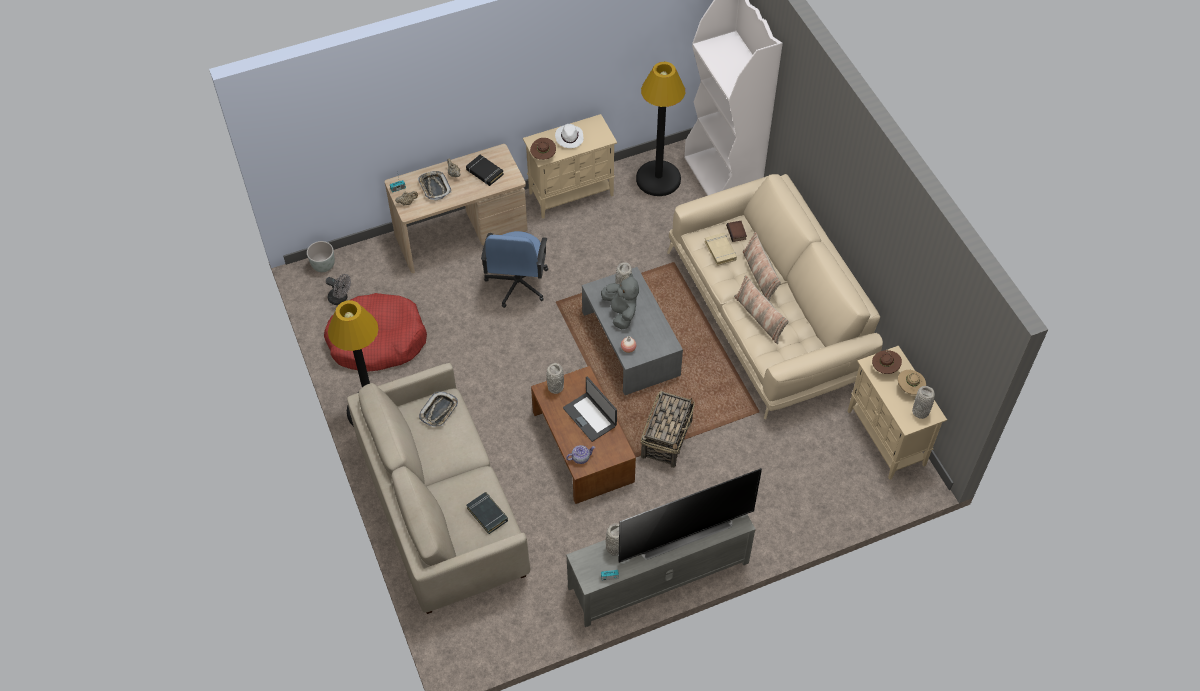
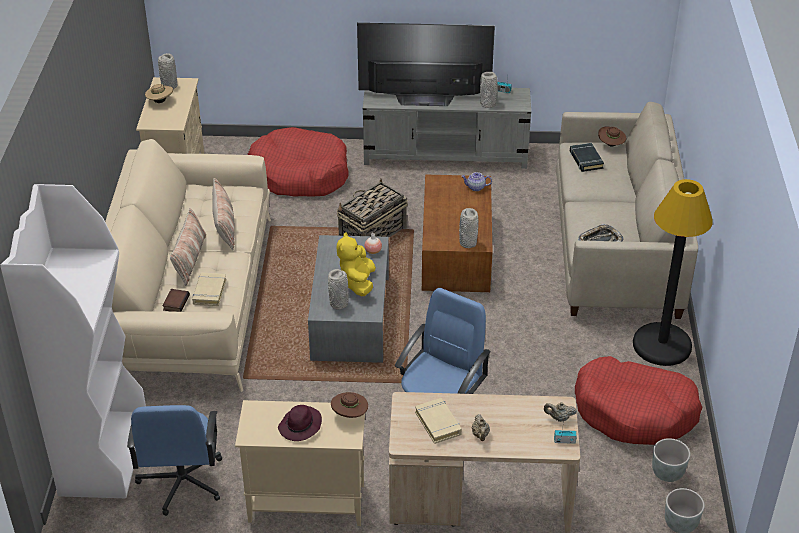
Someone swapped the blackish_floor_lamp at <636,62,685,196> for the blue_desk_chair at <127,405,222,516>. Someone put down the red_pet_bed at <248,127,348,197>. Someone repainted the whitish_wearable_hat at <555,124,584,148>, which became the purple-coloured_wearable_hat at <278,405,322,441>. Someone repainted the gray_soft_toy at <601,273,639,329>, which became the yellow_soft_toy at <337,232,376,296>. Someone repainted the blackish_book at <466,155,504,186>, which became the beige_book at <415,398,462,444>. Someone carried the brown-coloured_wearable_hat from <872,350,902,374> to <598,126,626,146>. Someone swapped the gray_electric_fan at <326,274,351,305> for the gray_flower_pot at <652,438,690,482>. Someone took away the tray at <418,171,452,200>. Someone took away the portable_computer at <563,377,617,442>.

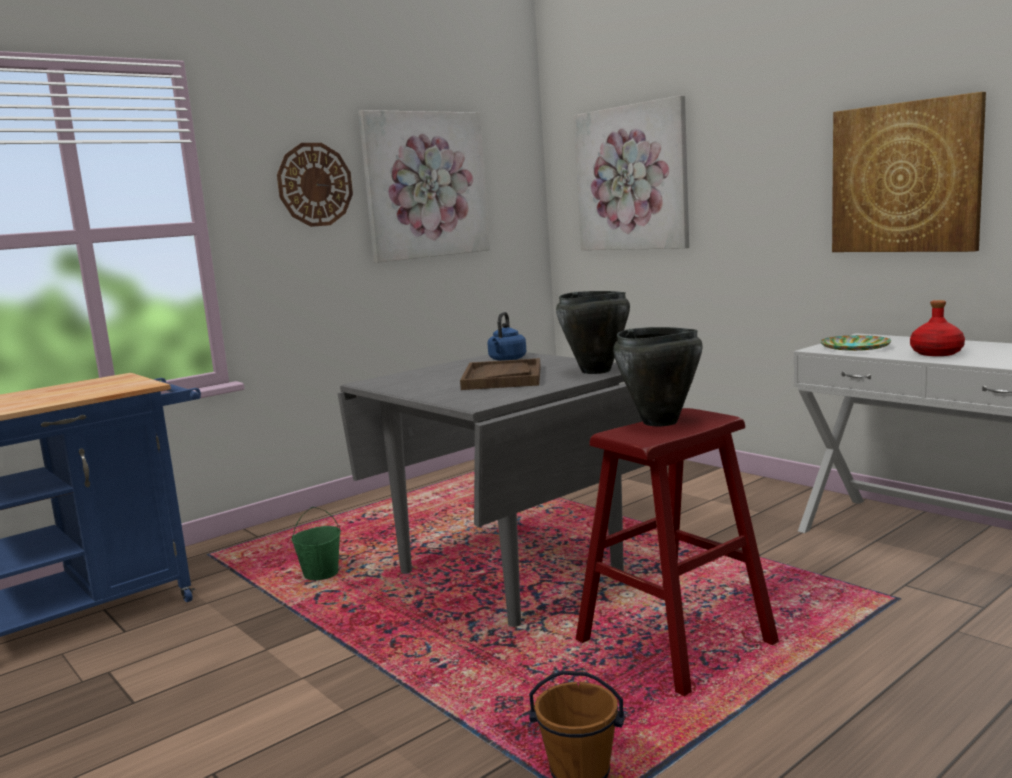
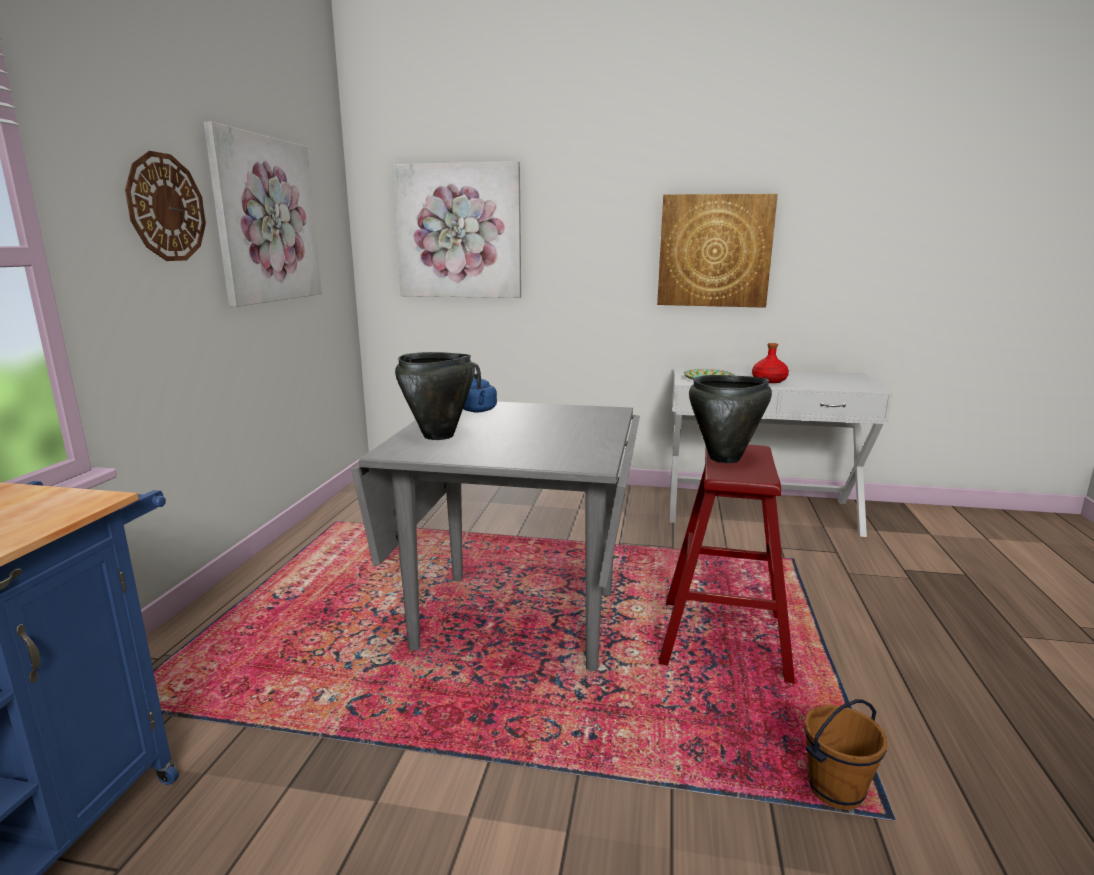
Someone carried the blackish_saucepot from <556,291,630,374> to <395,352,475,440>. Someone took away the greenish_pail at <291,507,341,580>. Someone took away the brown-coloured_tray at <460,358,541,390>.

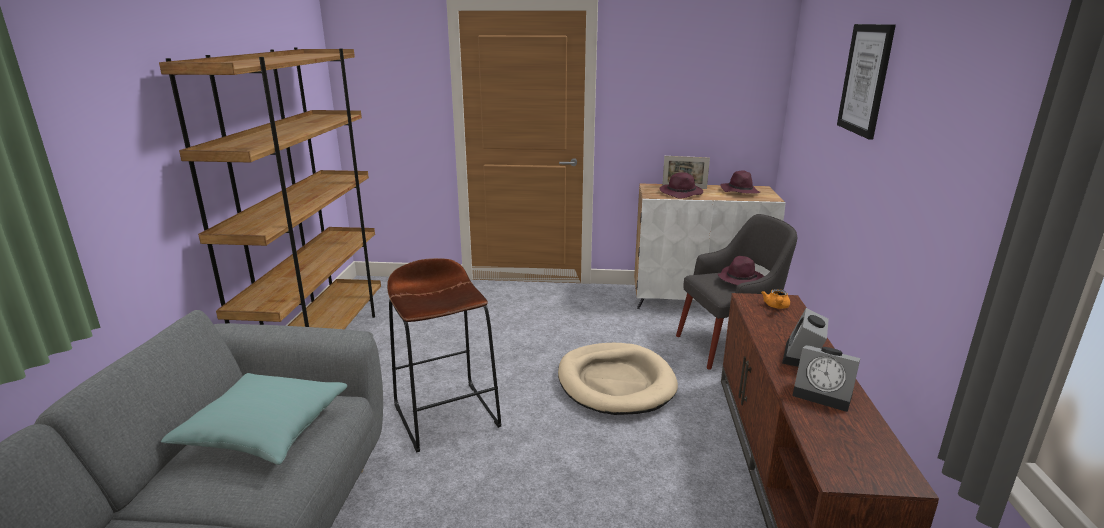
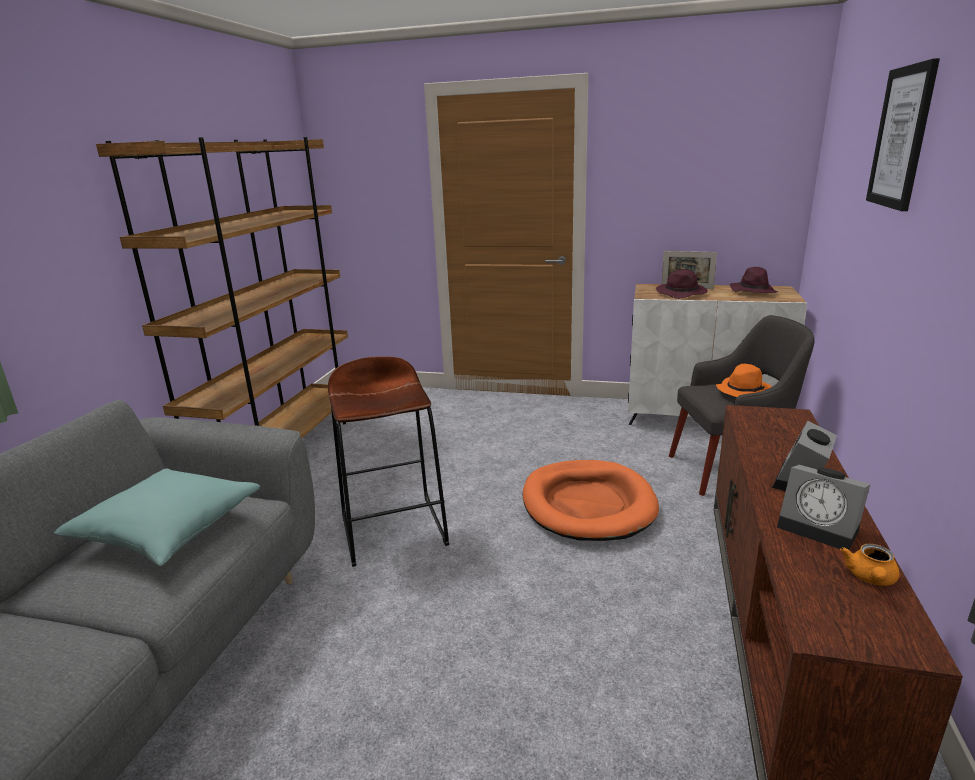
Someone repainted the beige_pet_bed at <558,343,678,415>, which became the orangey_pet_bed at <523,460,659,541>. Someone repainted the purple-coloured_wearable_hat at <717,256,764,285>, which became the orangey_wearable_hat at <716,364,772,397>. Someone carried the orangey_tea_pot from <761,289,790,309> to <840,544,899,586>.

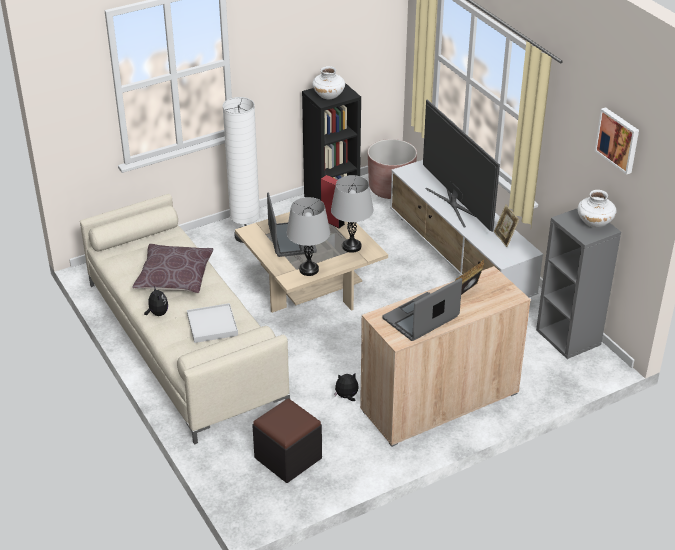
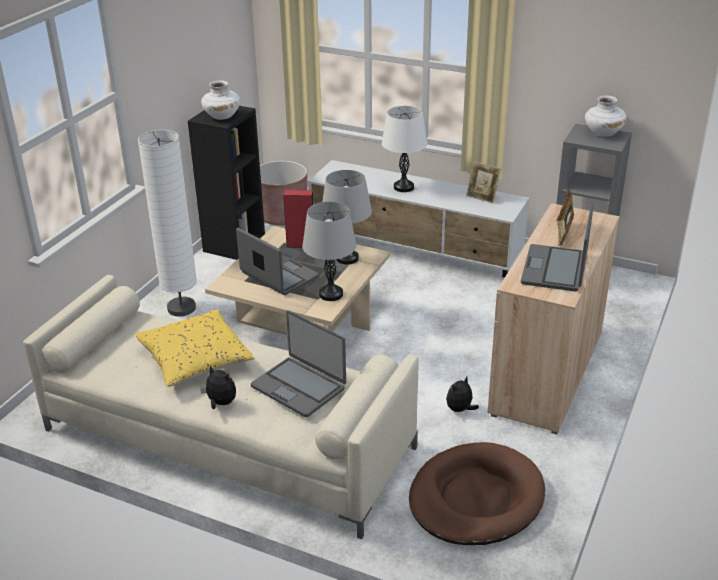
Someone repainted the brown-coloured_pillow at <132,244,213,293>, which became the yellow_pillow at <135,309,255,387>. Someone swapped the whitish_tray at <187,303,238,343> for the portable_computer at <251,310,346,417>. Someone swapped the television at <423,99,500,232> for the whitish_table_lamp at <382,106,427,192>. Someone swapped the blackish_pouffe at <252,398,322,483> for the brown-coloured_pet_bed at <409,442,545,545>. Someone took away the wall_picture at <595,107,639,175>.

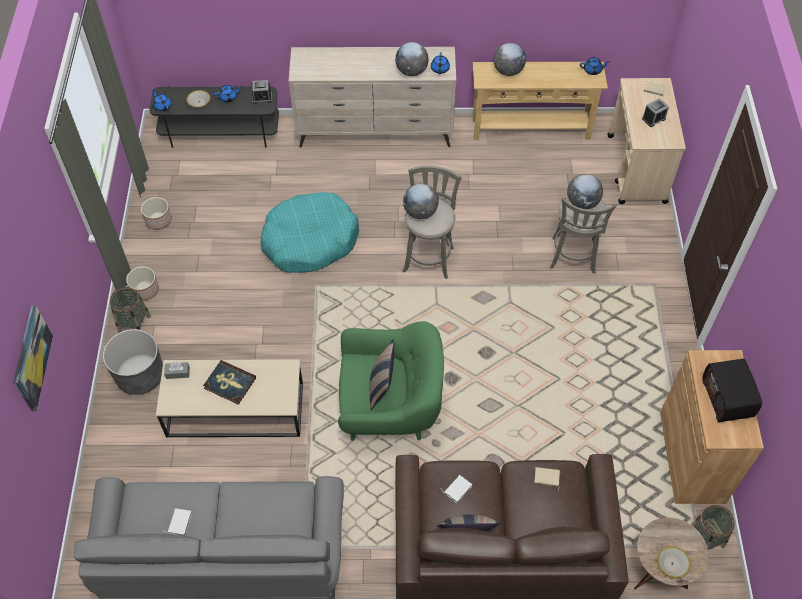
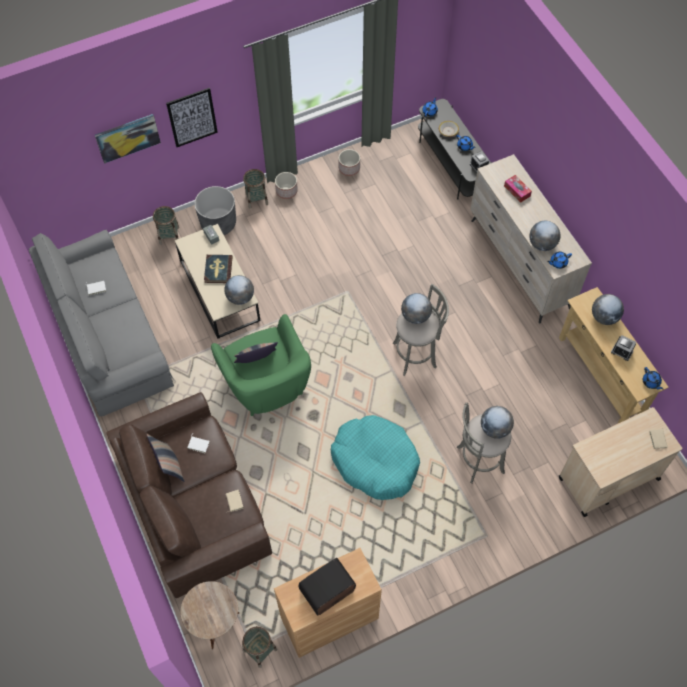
Someone put down the storage_basket at <153,206,179,245>. Someone put up the wall_picture at <166,88,218,147>. Someone put down the desk_globe at <224,275,254,305>. Someone carried the turquoise_pet_bed from <261,192,359,273> to <331,415,420,500>. Someone put down the tissue_box at <504,175,532,203>. Someone carried the alarm_clock from <642,98,669,127> to <611,335,636,361>. Someone took away the bowl at <657,546,690,578>.

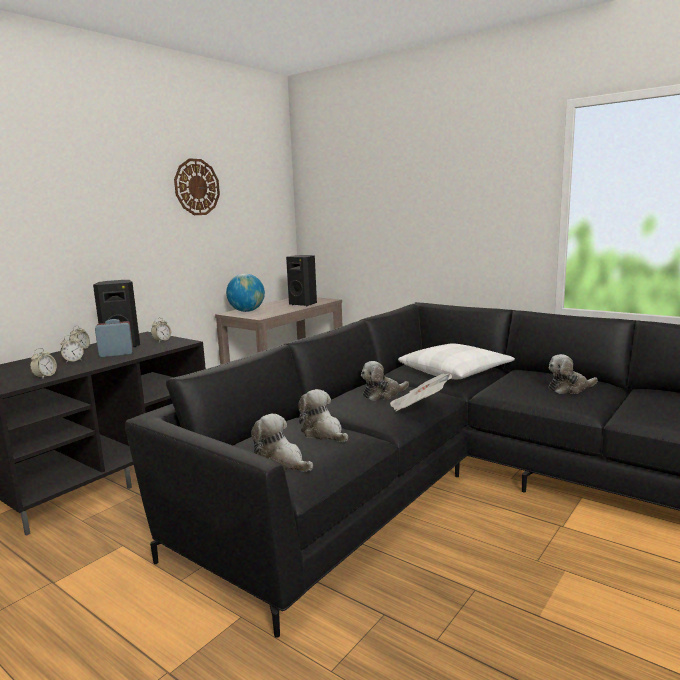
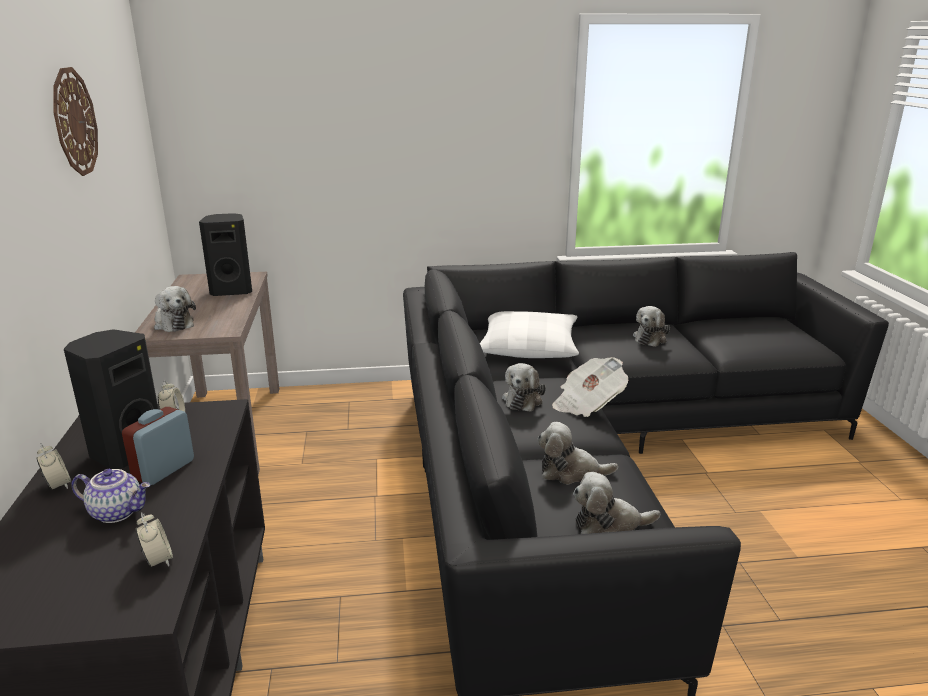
Someone swapped the alarm_clock at <60,335,84,363> for the tea_pot at <71,469,150,523>. Someone swapped the desk_globe at <226,274,265,312> for the soft_toy at <154,286,196,332>.

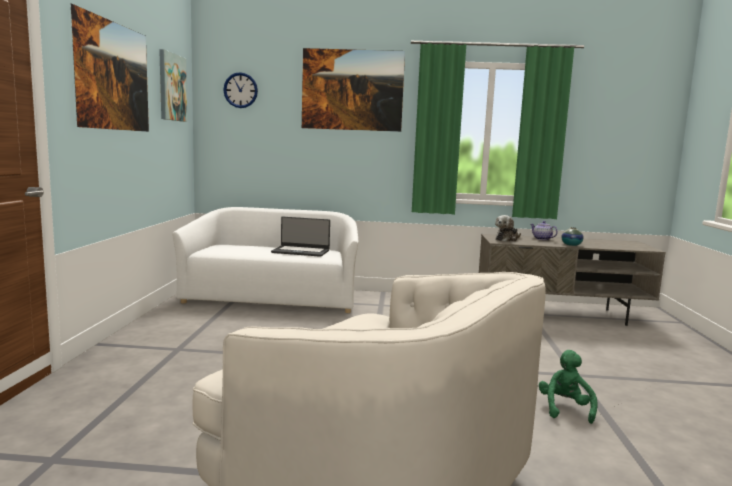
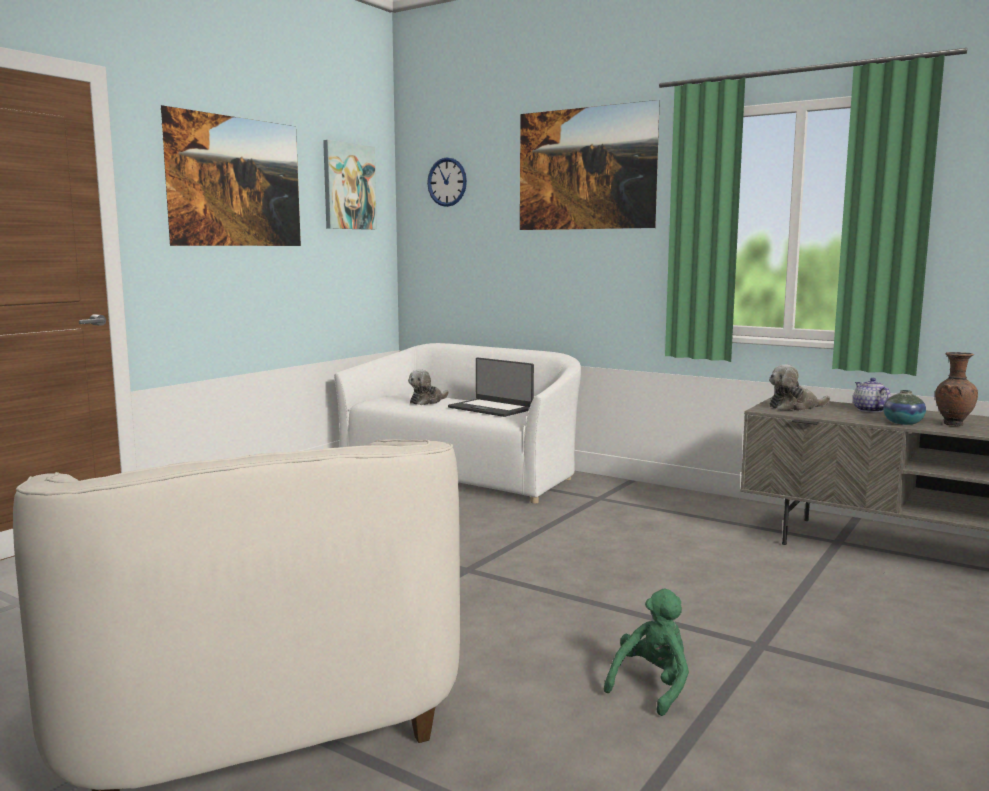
Someone put down the soft_toy at <408,369,448,405>. Someone put down the brown-coloured_decorative_vase at <935,352,978,426>.

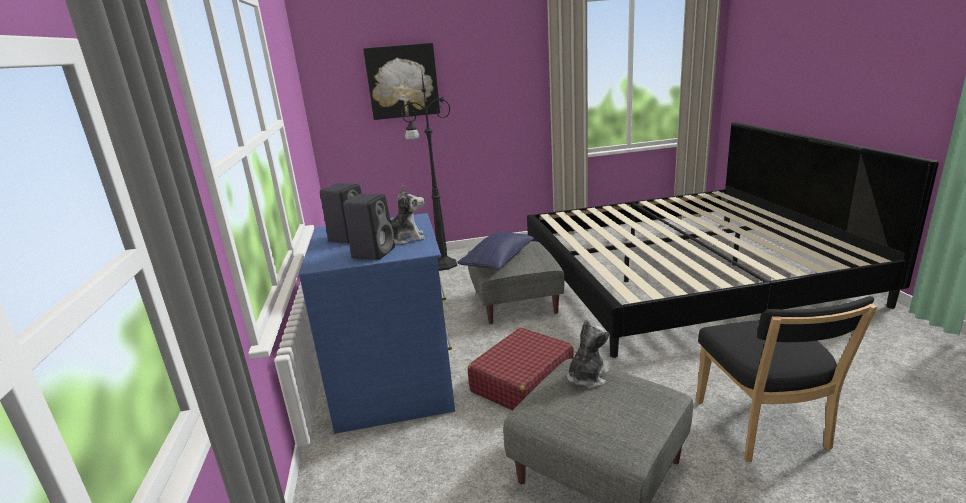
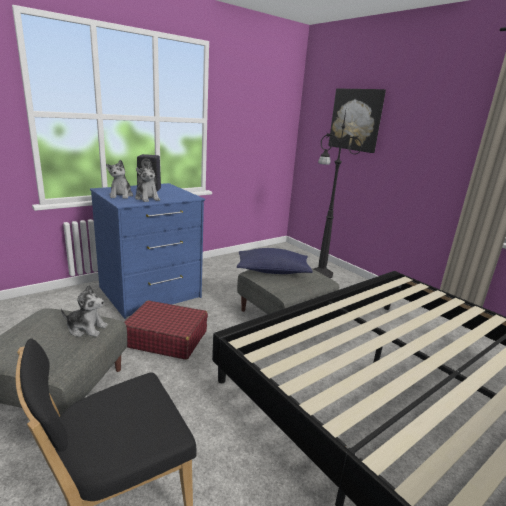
Someone swapped the blackish_speaker at <343,194,395,260> for the soft_toy at <106,160,133,199>.

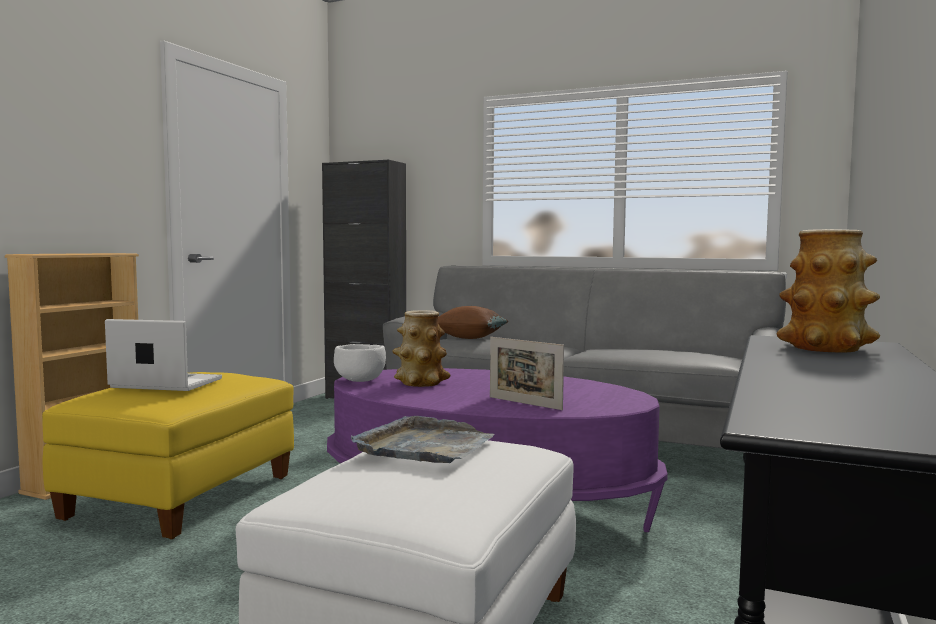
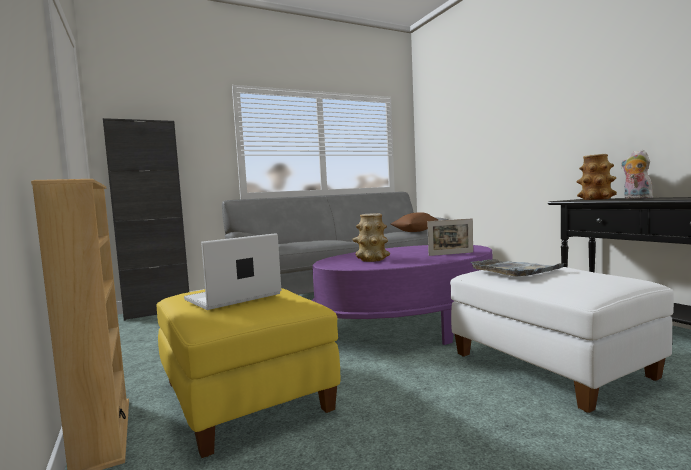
Someone carried the brown-coloured_pillow from <438,306,508,339> to <391,212,439,232>. Someone put down the soft_toy at <621,150,653,199>. Someone took away the whitish_bowl at <334,344,386,382>.

